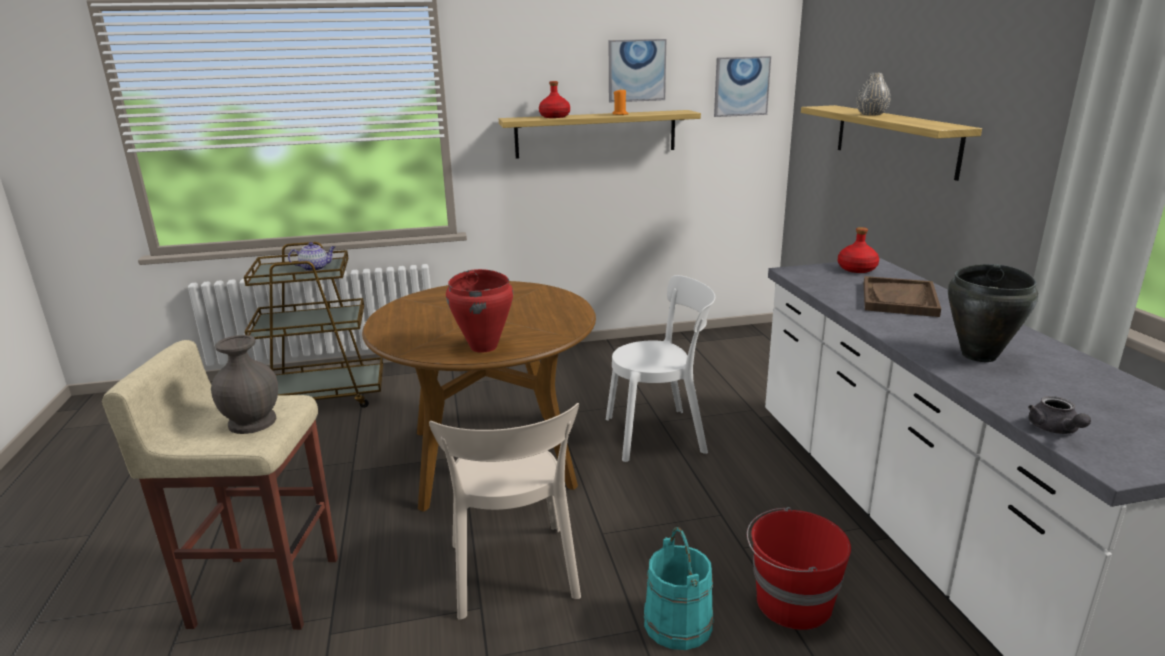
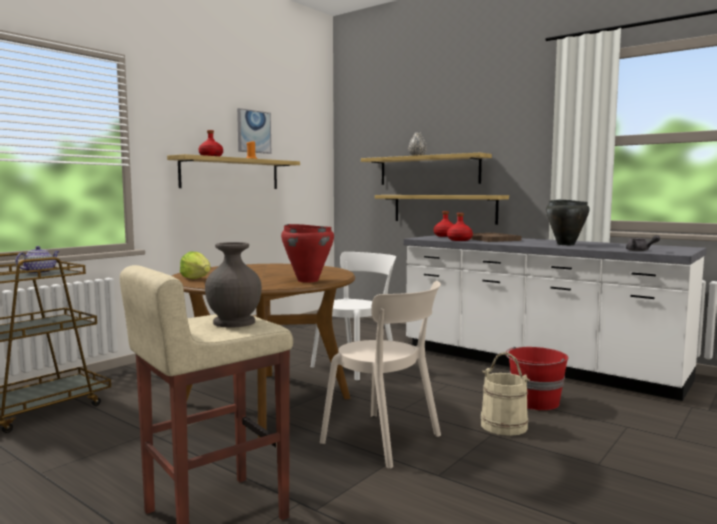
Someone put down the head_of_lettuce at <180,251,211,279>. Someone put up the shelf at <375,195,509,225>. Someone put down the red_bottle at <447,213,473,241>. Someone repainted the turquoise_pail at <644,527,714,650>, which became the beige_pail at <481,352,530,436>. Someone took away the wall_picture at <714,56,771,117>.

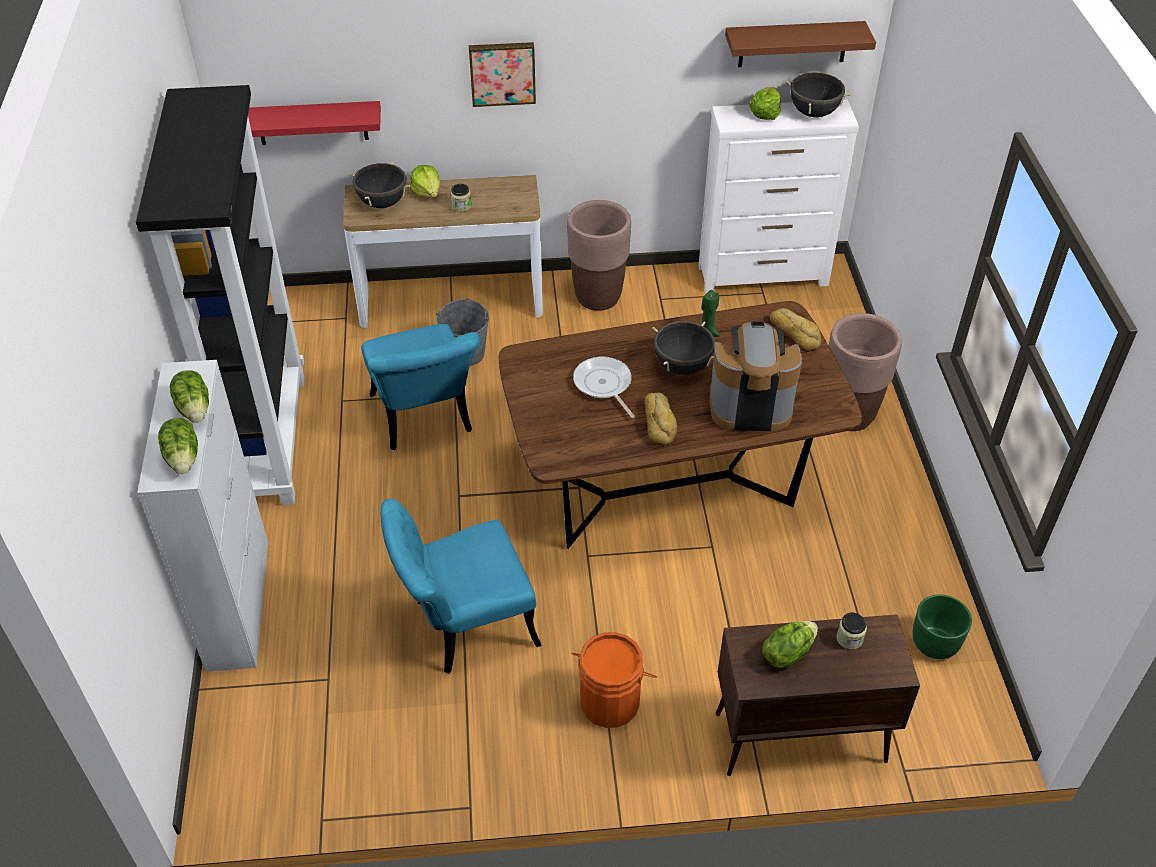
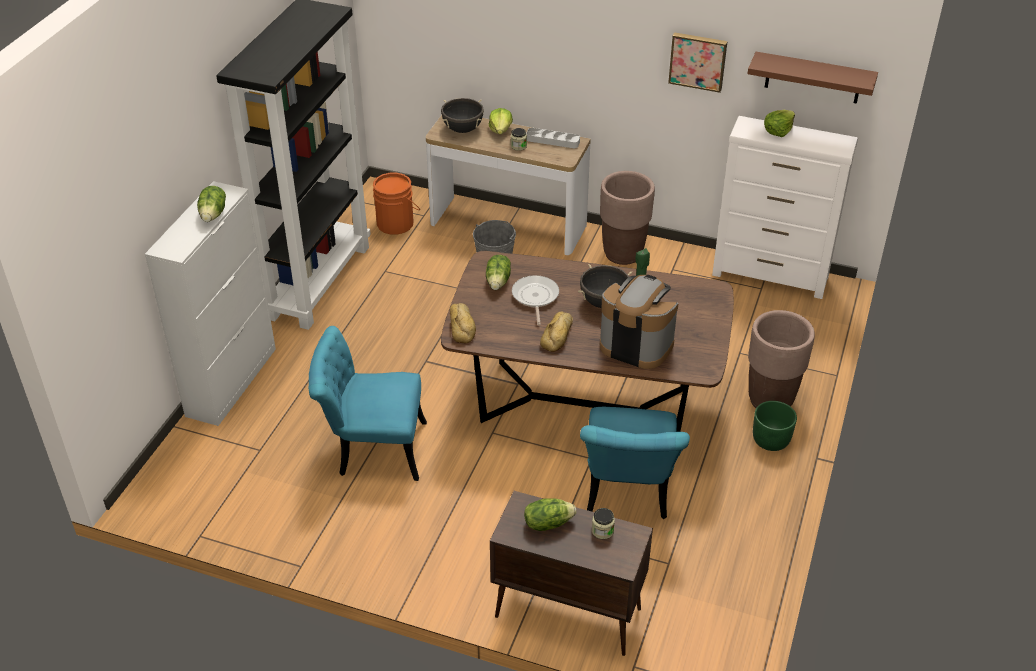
Someone carried the orangey_pail from <571,632,657,728> to <373,173,420,235>. Someone carried the bread from <770,308,821,352> to <450,303,476,343>. Someone carried the head_of_lettuce from <158,418,198,474> to <486,255,511,290>. Someone put down the gray_tray at <526,128,580,148>. Someone carried the turquoise_upright_chair from <361,324,480,450> to <580,407,690,519>. Someone carried the wall_picture from <469,42,536,107> to <668,32,728,93>. Someone carried the greenish_flower_pot from <912,594,972,659> to <753,401,797,451>. Someone took away the red_shelf at <248,101,381,145>. Someone took away the blackish_saucepot at <785,71,851,117>.

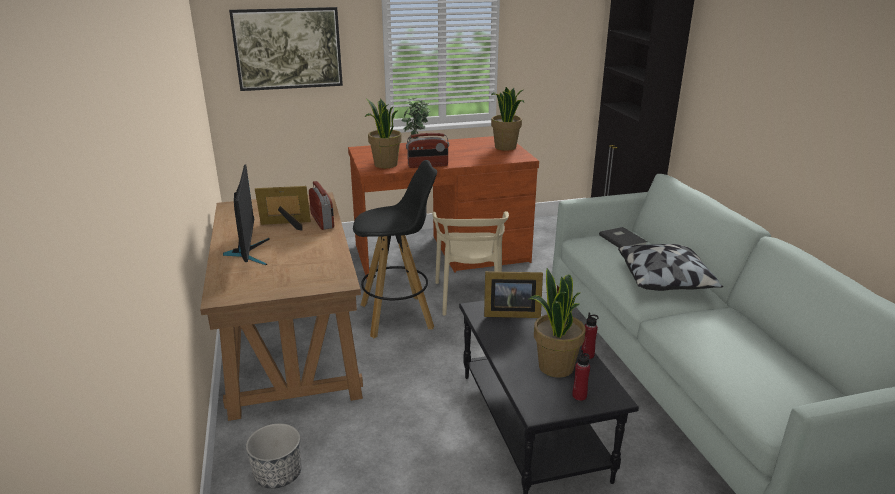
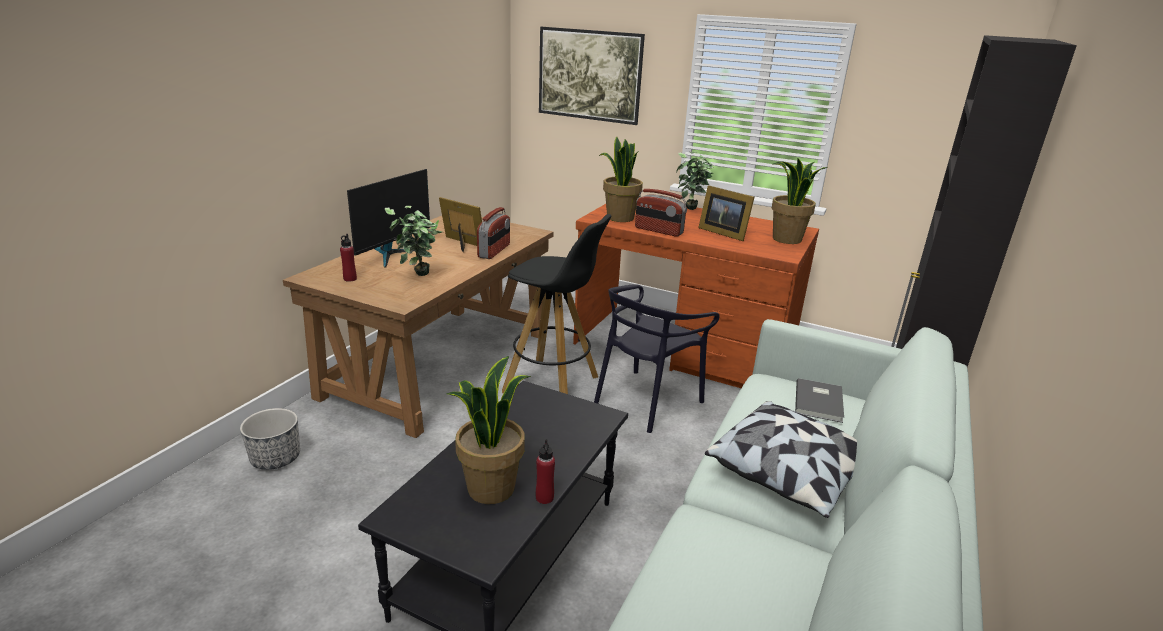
Someone carried the red_bottle from <572,350,590,401> to <340,234,357,282>. Someone put down the plant_in_a_pot at <385,206,442,276>. Someone repainted the beige_upright_chair at <432,211,509,316>, which became the blackish_upright_chair at <594,284,720,433>. Someone carried the picture_frame from <484,271,543,318> to <698,185,754,241>.

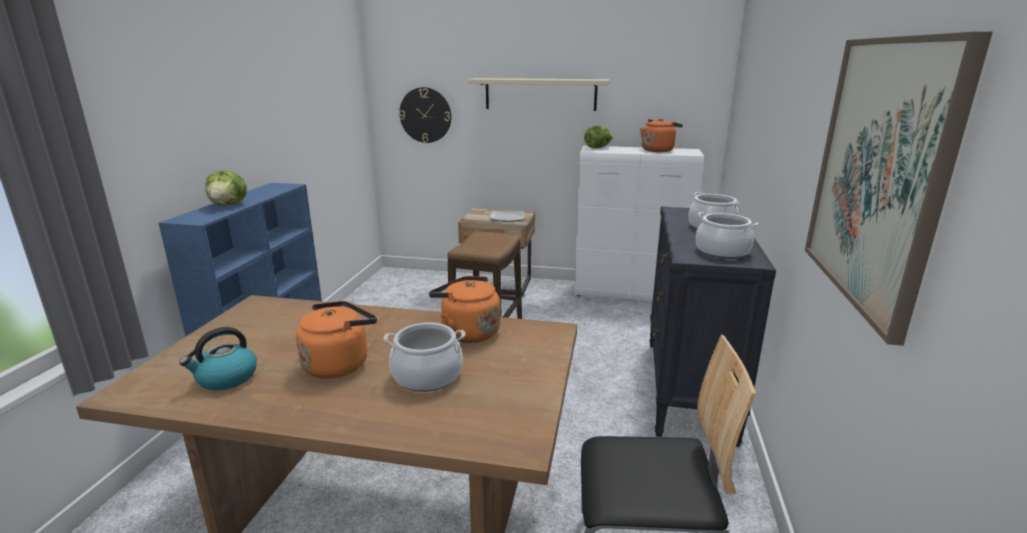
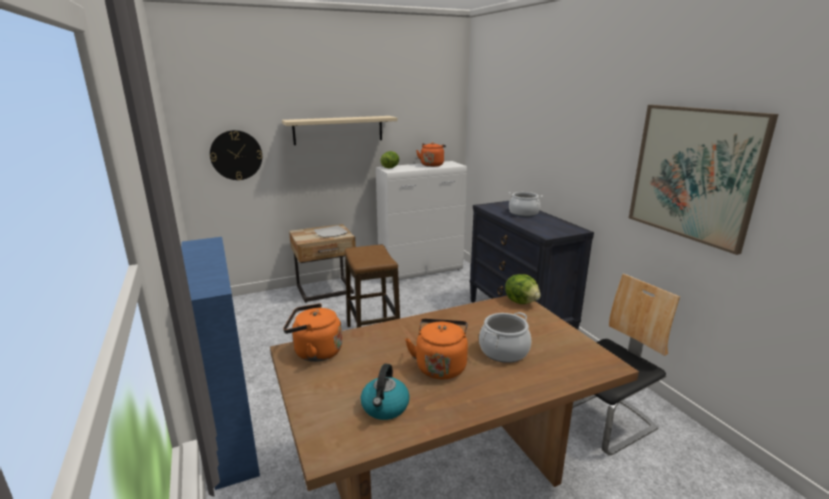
Someone carried the orangey_water_kettle from <429,276,500,343> to <283,303,342,362>. Someone carried the head_of_lettuce from <205,171,247,206> to <505,274,541,304>. Someone took away the saucepot at <696,212,759,259>.

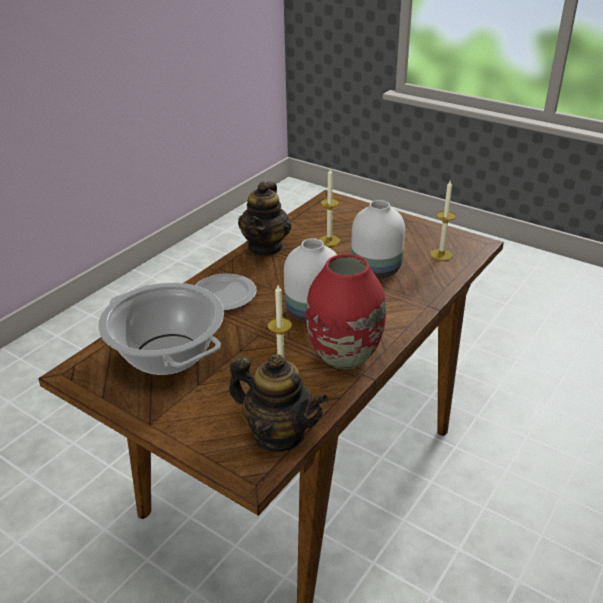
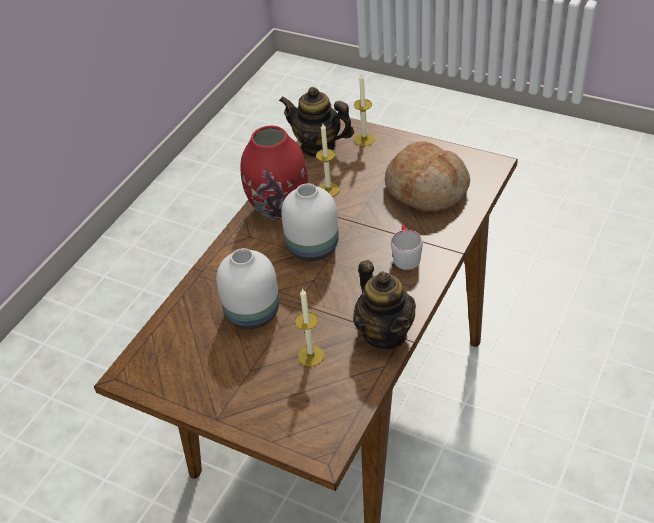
Someone rotated the tea_pot at <238,182,291,256> by 150 degrees clockwise. Someone carried the wax_light from <431,179,456,261> to <354,73,375,146>. Someone swapped the saucepot at <98,283,224,375> for the bread at <385,141,470,212>. Someone swapped the flat_dish at <195,273,257,311> for the gray_tea_mug at <391,225,423,270>.

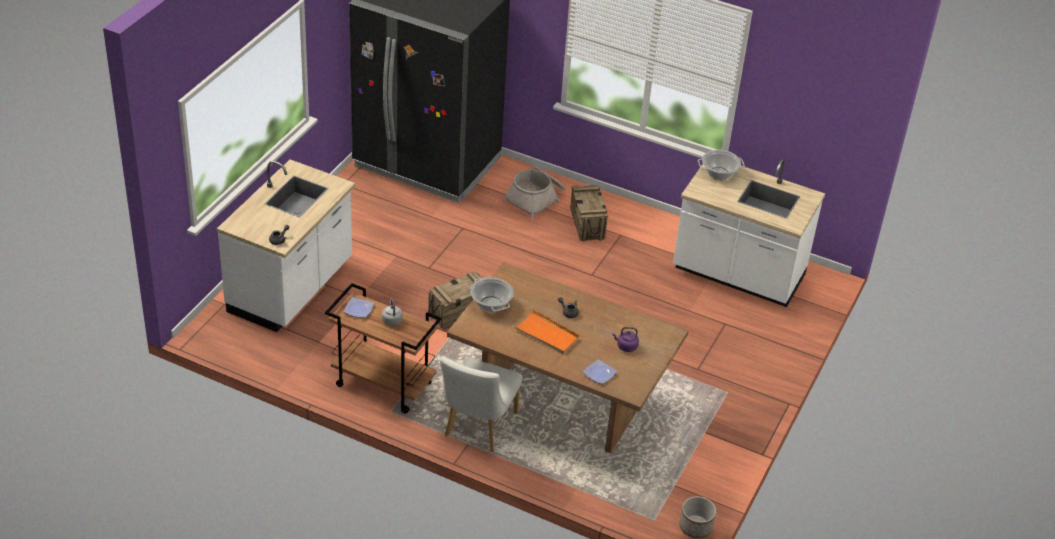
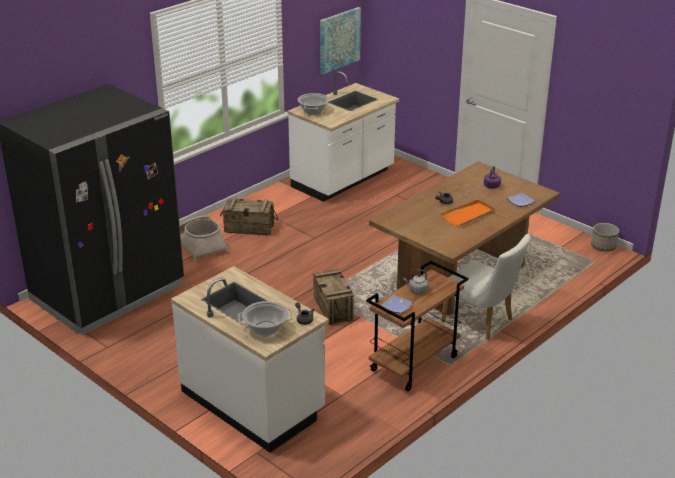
Someone carried the saucepot from <470,277,514,312> to <238,301,293,336>. Someone put up the wall_picture at <320,7,361,75>.

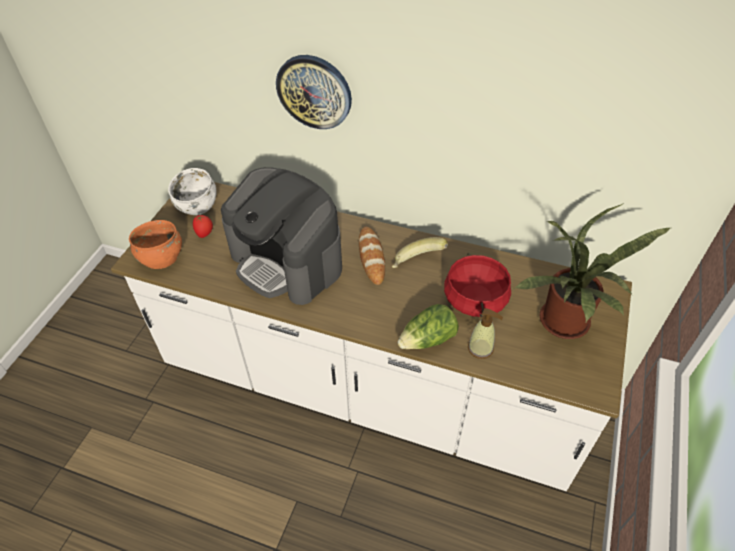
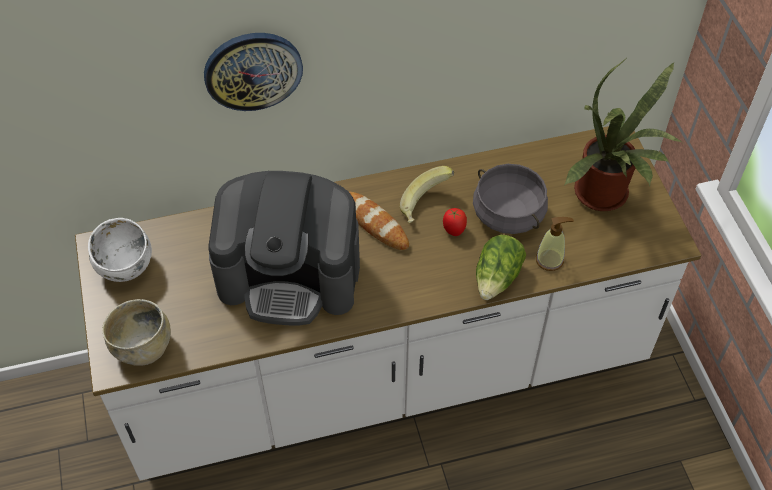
Someone repainted the orangey_bowl at <129,220,182,269>, which became the beige_bowl at <102,299,171,366>. Someone carried the fresh_tomato from <193,214,213,238> to <443,208,467,236>. Someone repainted the red_saucepot at <444,253,511,317>, which became the gray_saucepot at <473,164,548,234>.

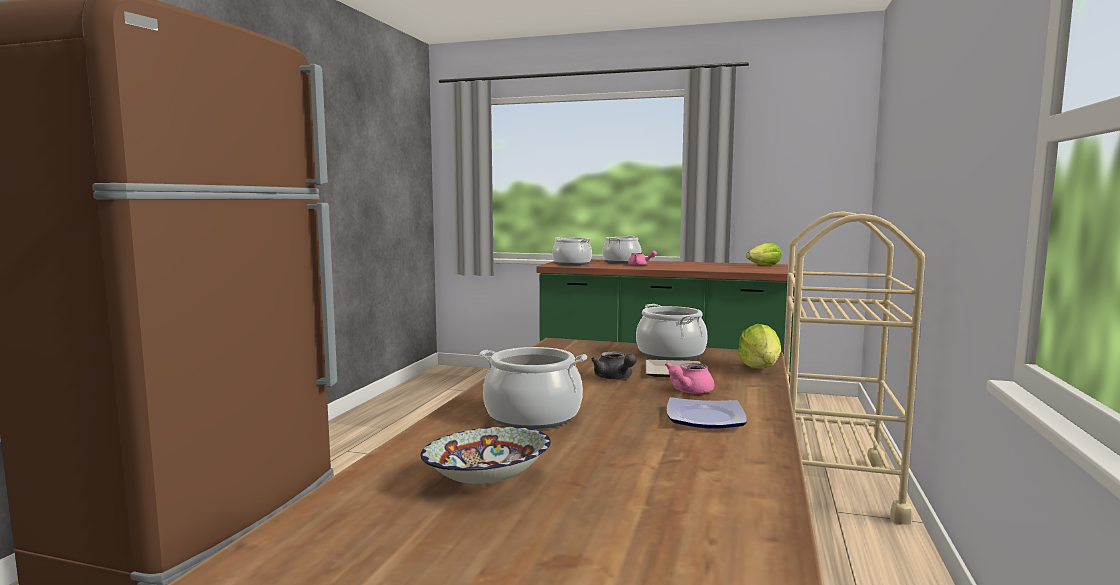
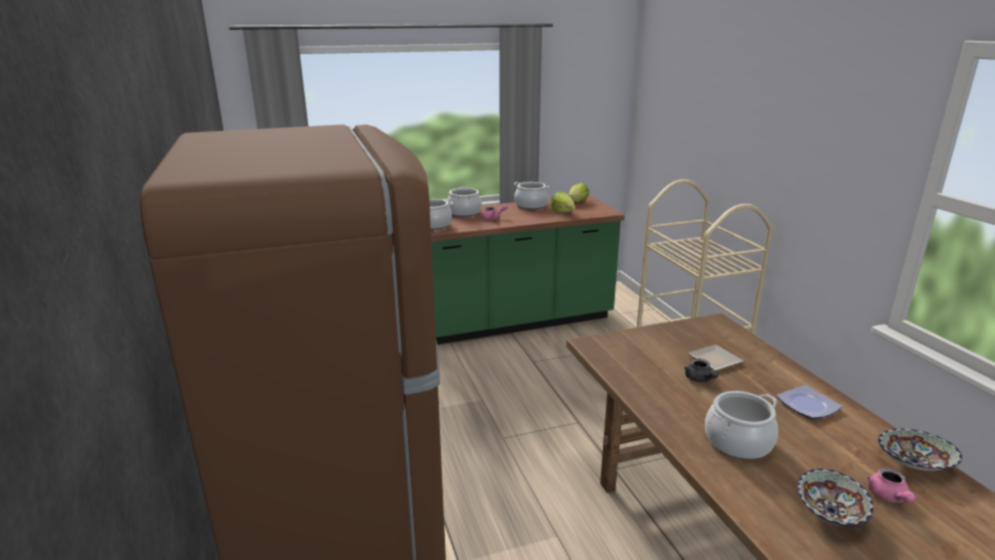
Someone carried the saucepot from <636,304,708,361> to <514,182,549,210>. Someone carried the head_of_lettuce from <738,324,781,368> to <551,192,576,213>. Someone rotated the gray_tea_pot at <591,351,637,380> by 45 degrees clockwise. Someone carried the pink-coloured_tea_pot from <665,362,714,394> to <867,468,916,503>. Someone put down the bowl at <878,429,962,471>.

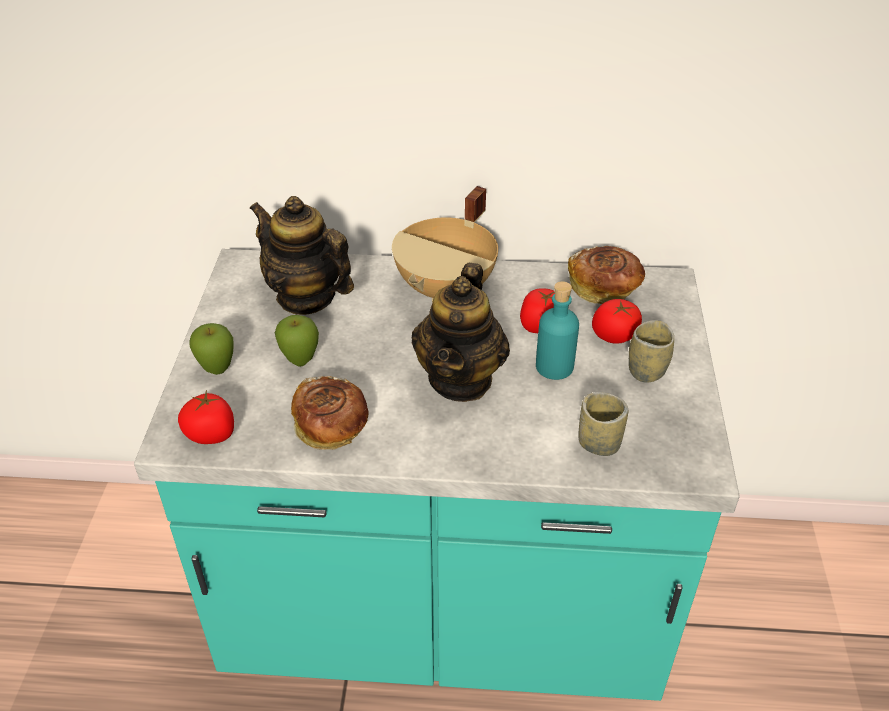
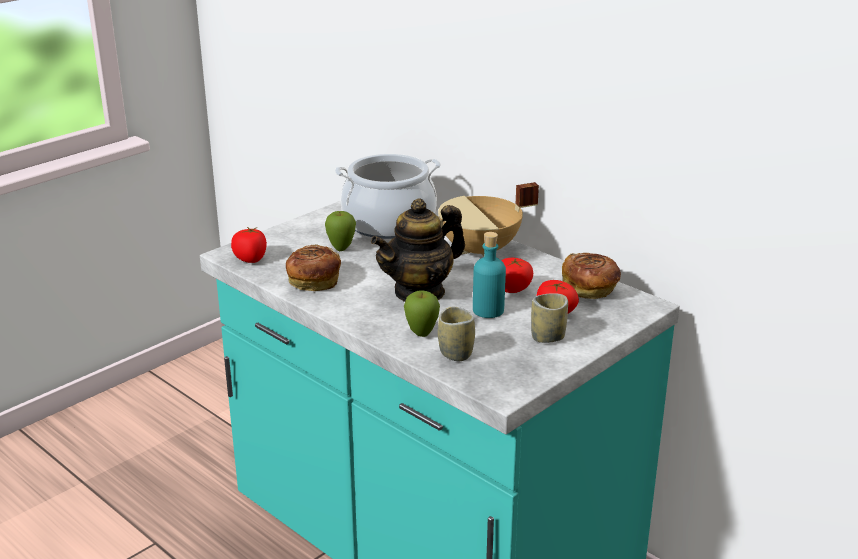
Someone swapped the tea_pot at <249,196,354,315> for the saucepot at <335,154,441,239>. Someone carried the apple from <189,323,234,375> to <404,290,440,337>.

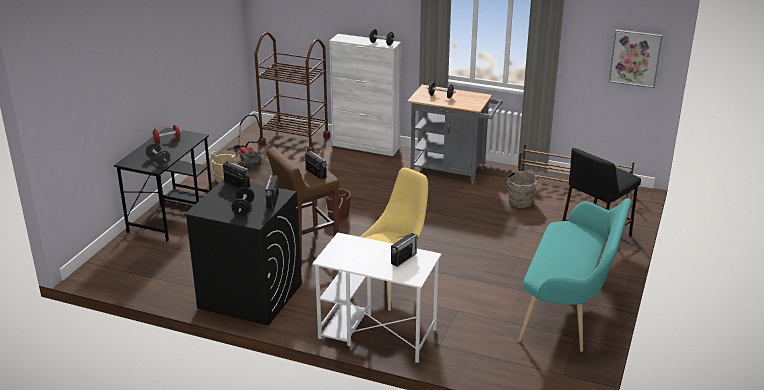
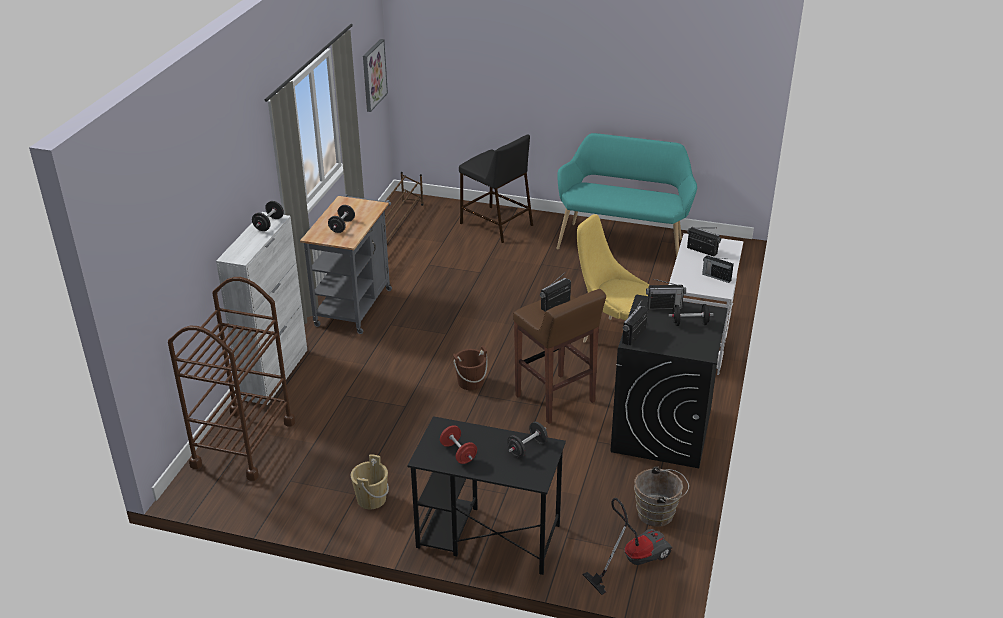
Someone carried the vacuum_cleaner from <228,114,262,168> to <582,498,672,595>. Someone carried the brown-coloured_pail from <506,171,539,208> to <634,466,689,527>. Someone put down the radio_set at <702,255,734,283>.

